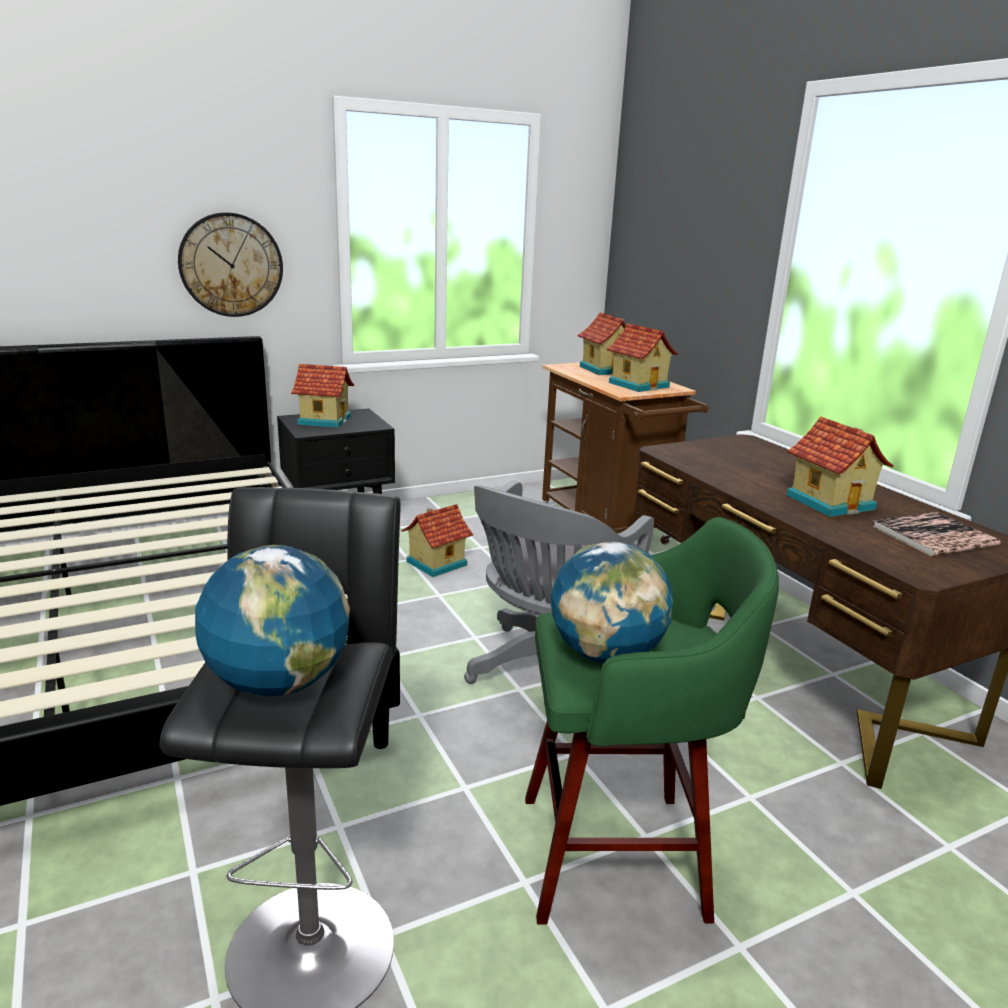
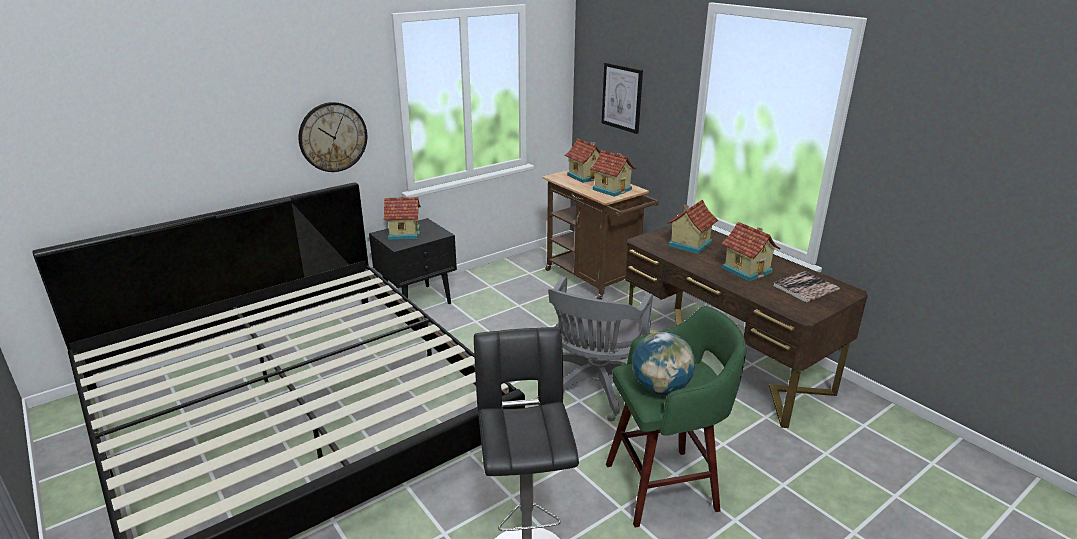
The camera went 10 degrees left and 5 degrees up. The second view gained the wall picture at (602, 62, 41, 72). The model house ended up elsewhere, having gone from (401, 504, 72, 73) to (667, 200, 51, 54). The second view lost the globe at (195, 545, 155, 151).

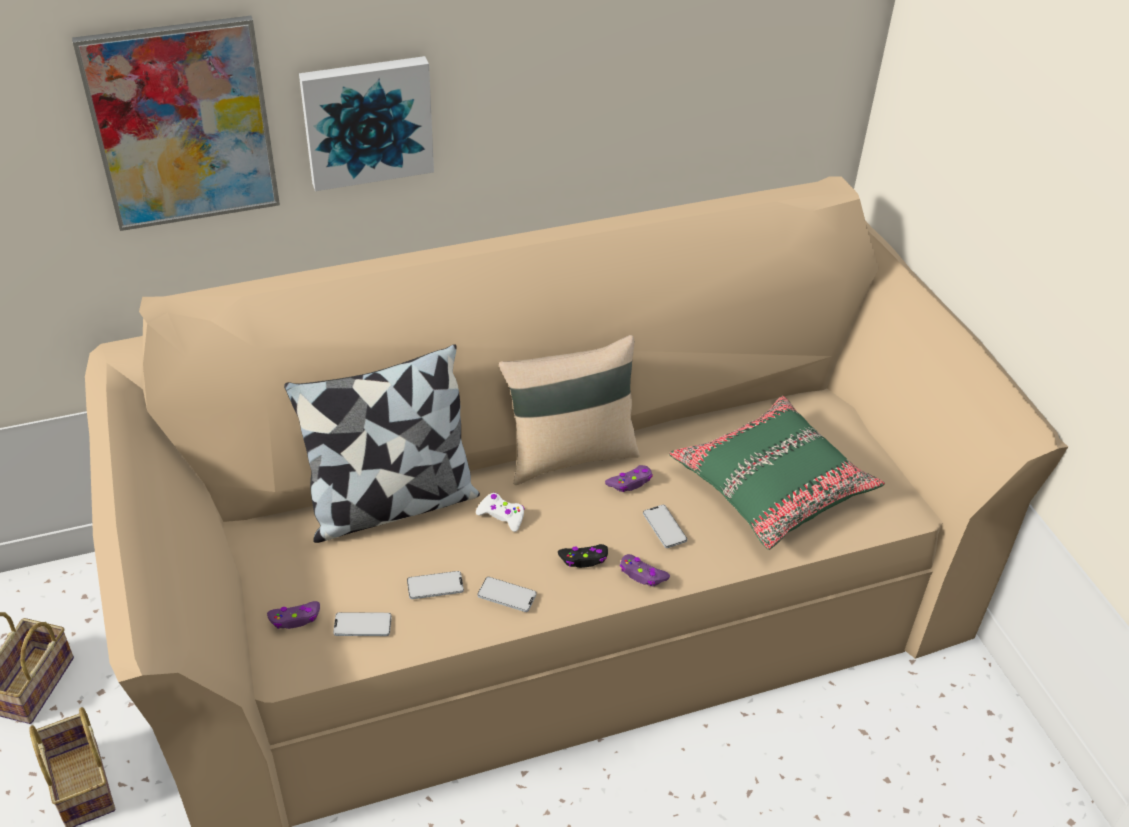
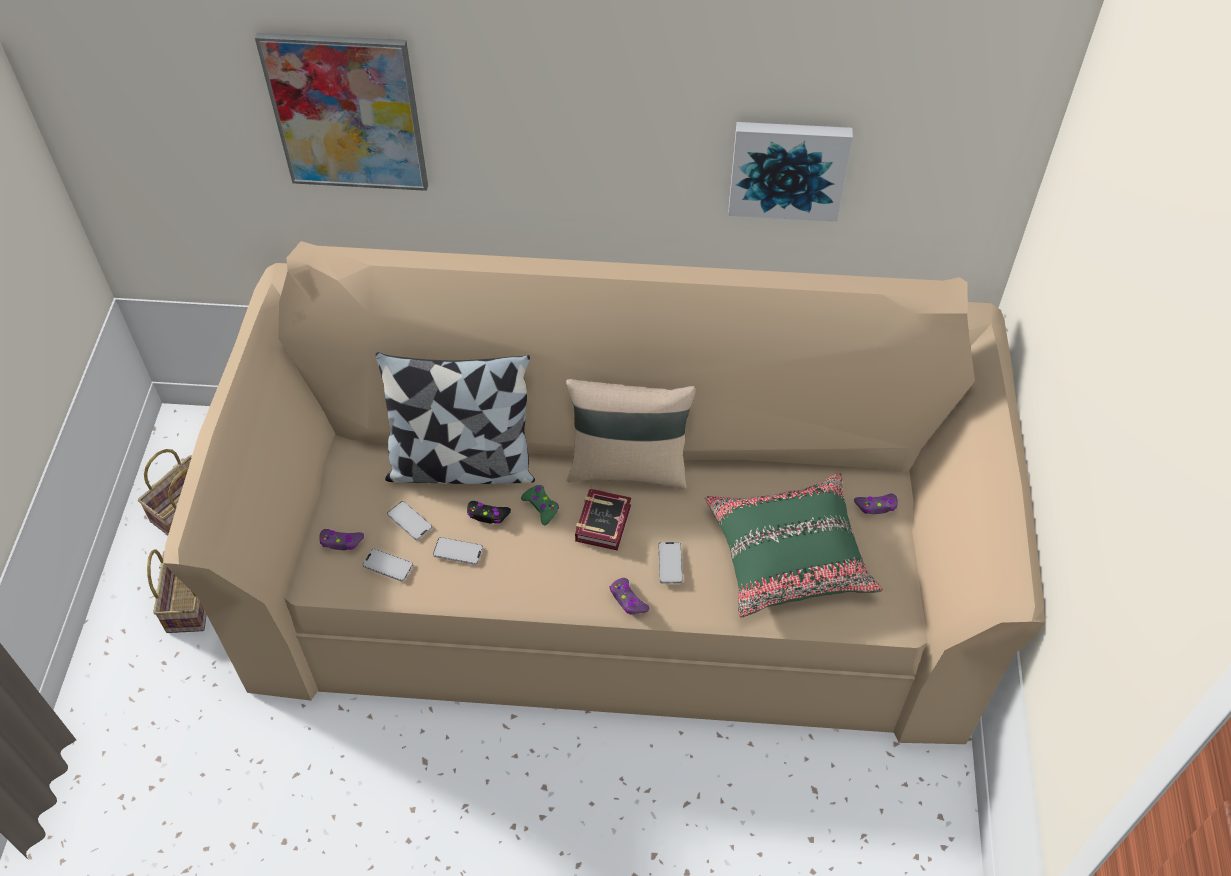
The camera went 25 degrees right and 10 degrees up. The telephone ended up elsewhere, having gone from (478, 577, 58, 35) to (387, 501, 45, 39). The black game controller ended up elsewhere, having gone from (558, 544, 50, 24) to (467, 501, 44, 23). What was the whitish game controller at (476, 493, 48, 39) turned into the greenish game controller at (521, 485, 38, 40). The second view gained the volume at (575, 489, 56, 62). The wall picture ended up elsewhere, having gone from (299, 56, 135, 135) to (728, 122, 125, 100). The purplish game controller ended up elsewhere, having gone from (605, 465, 48, 27) to (854, 493, 44, 21).

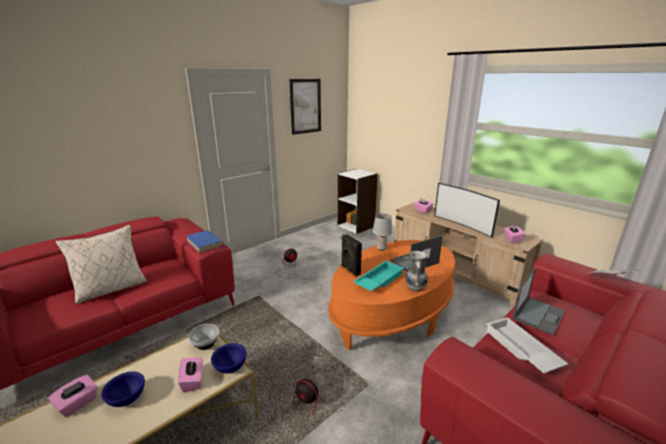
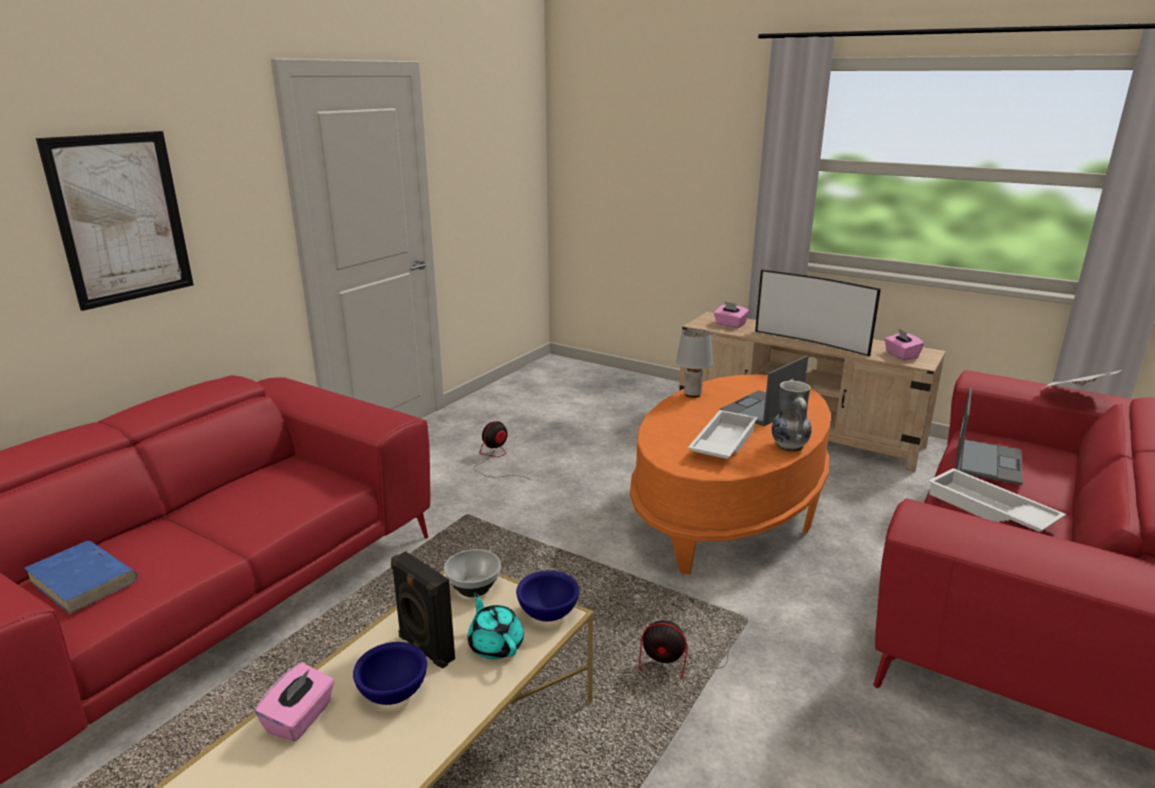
The camera went 15 degrees left and 0 degrees up. The blue volume ended up elsewhere, having gone from (186, 230, 38, 23) to (24, 541, 113, 73). The wall picture ended up elsewhere, having gone from (290, 79, 31, 56) to (36, 131, 158, 180). The black loudspeaker ended up elsewhere, having gone from (341, 234, 21, 43) to (391, 551, 64, 118). Where the pink-coloured box of tissues stood at (178, 357, 25, 36), the turquoise-coloured tea pot came to stand at (468, 592, 56, 67). What was the turquoise-coloured serving tray at (353, 261, 51, 30) turned into the whitish serving tray at (688, 410, 70, 49). The second view lost the beige-coloured throw pillow at (56, 225, 91, 79). The second view lost the whitish shelving unit at (338, 169, 40, 65).

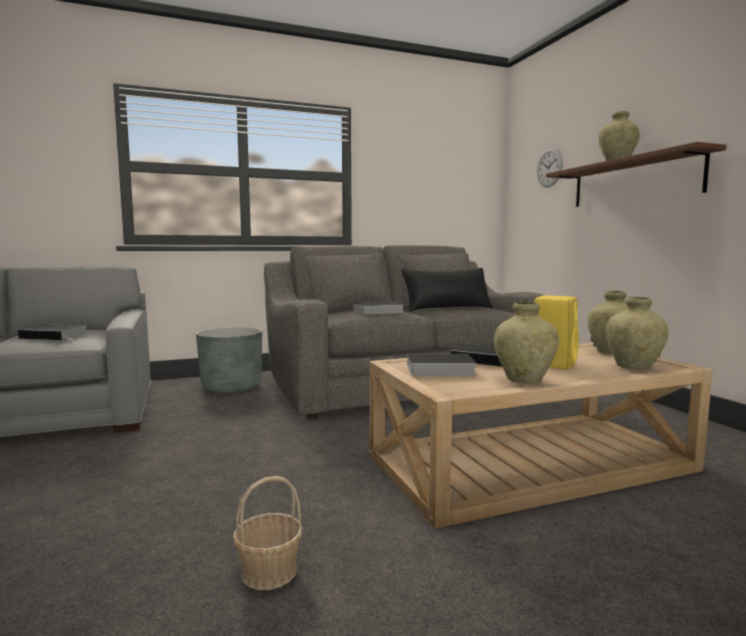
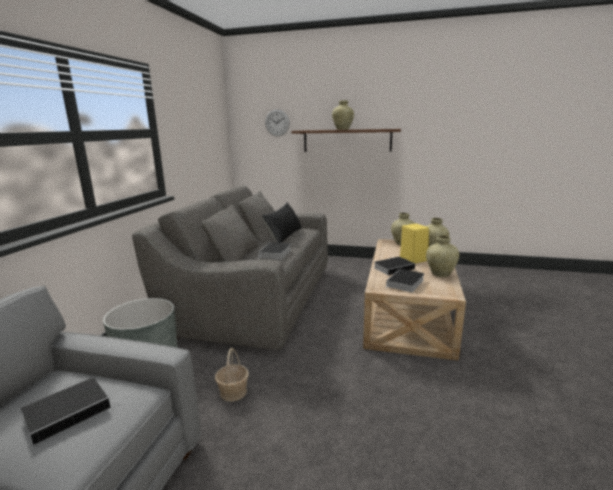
The camera went 55 degrees left and 10 degrees up. The storage basket ended up elsewhere, having gone from (233, 476, 70, 114) to (215, 348, 34, 54).

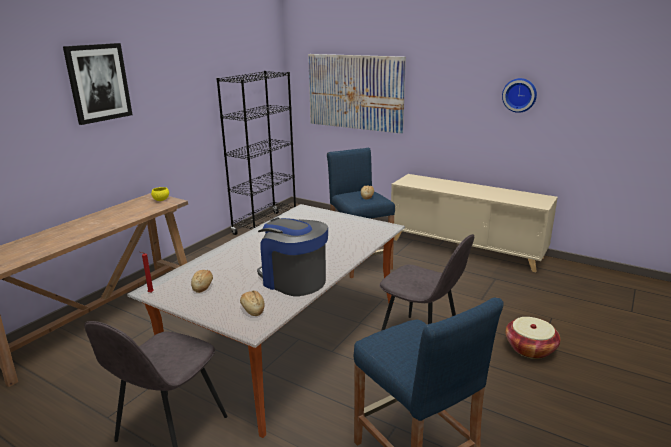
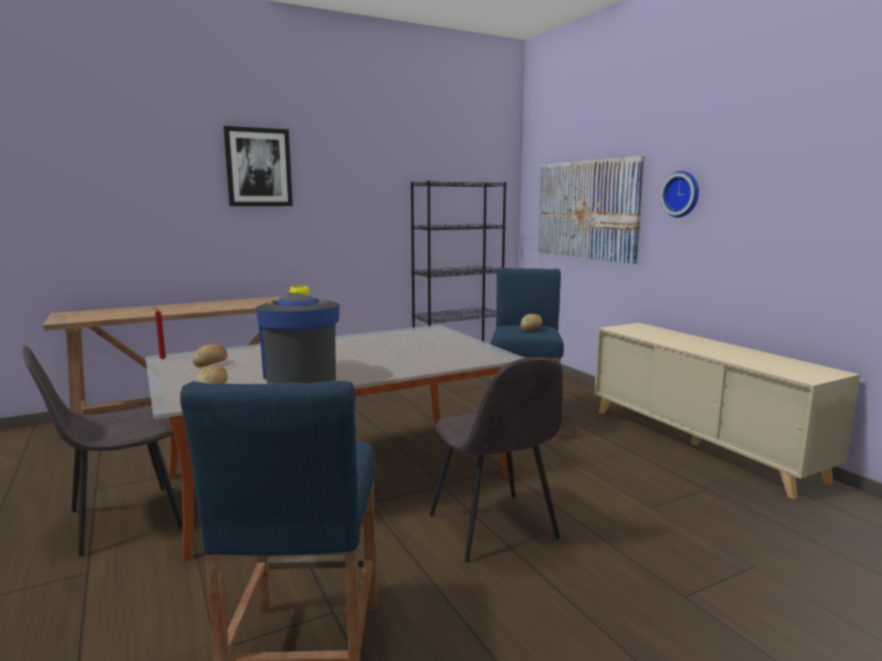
The camera went 30 degrees right and 10 degrees down. The hanging clock ended up elsewhere, having gone from (502, 78, 35, 35) to (660, 171, 39, 47). The second view lost the storage basket at (505, 317, 55, 42).

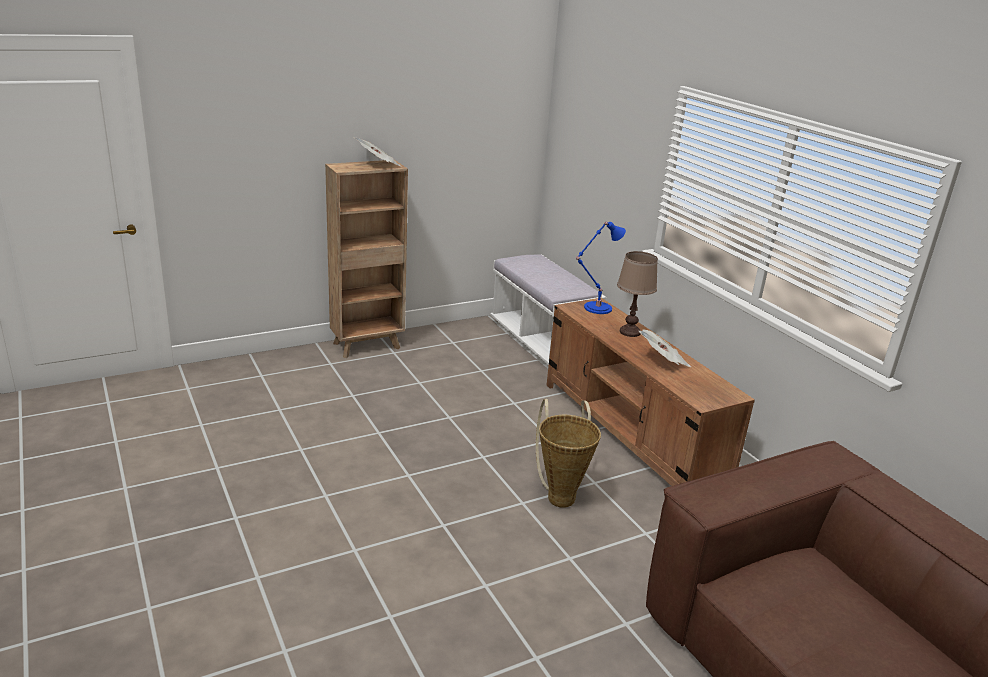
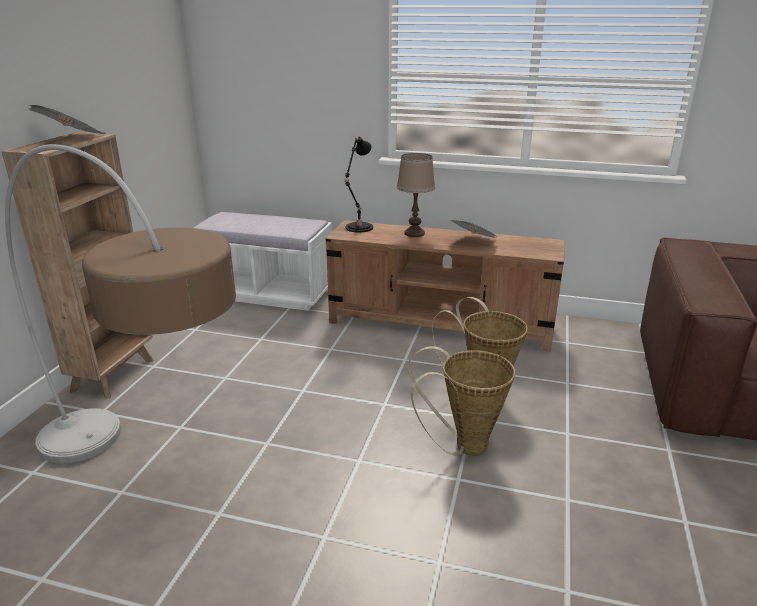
The camera went 45 degrees left and 0 degrees up. The second view gained the standard lamp at (5, 144, 231, 320). What was the blue lamp for a table at (576, 221, 50, 93) turned into the black lamp for a table at (344, 137, 29, 96). The second view gained the storage basket at (407, 346, 108, 110).

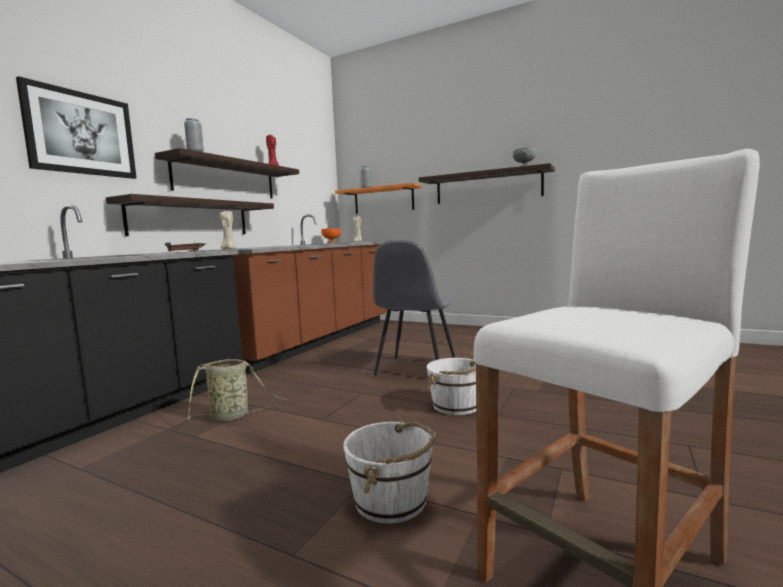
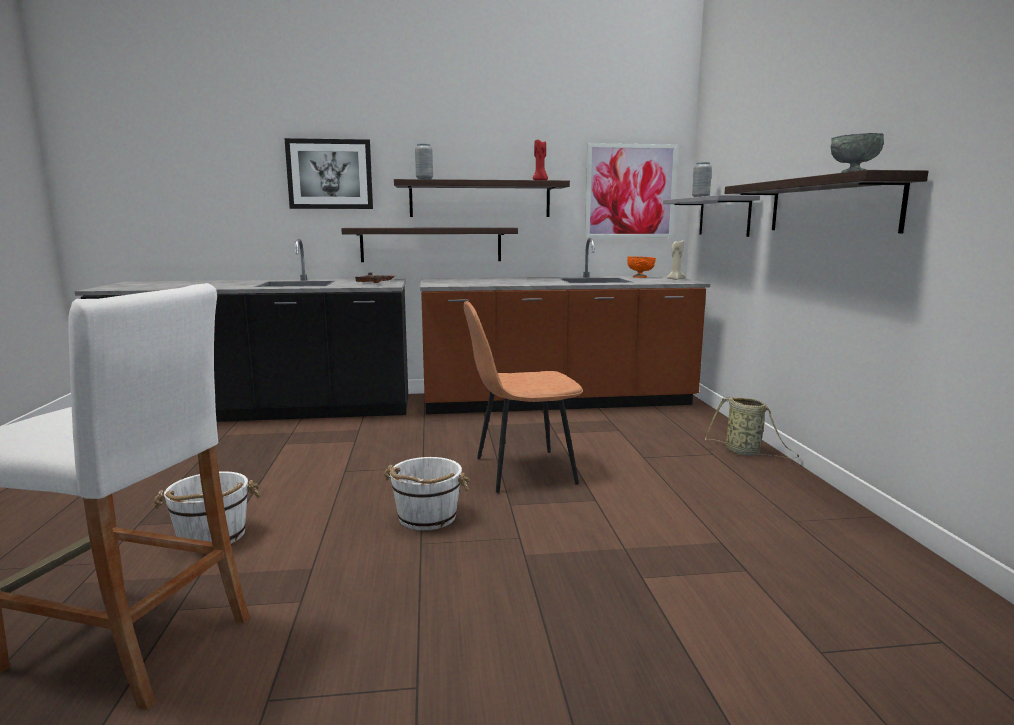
The camera went 55 degrees right and 5 degrees up. What was the grey upright chair at (373, 240, 83, 136) turned into the brown upright chair at (463, 301, 120, 192). The second view gained the wall picture at (585, 143, 93, 95). What was the orangey shelf at (335, 183, 87, 31) turned into the grey shelf at (663, 195, 97, 42). The storage basket ended up elsewhere, having gone from (186, 359, 101, 63) to (705, 397, 94, 61). The second view lost the beige-coloured wax candle at (220, 211, 17, 38).

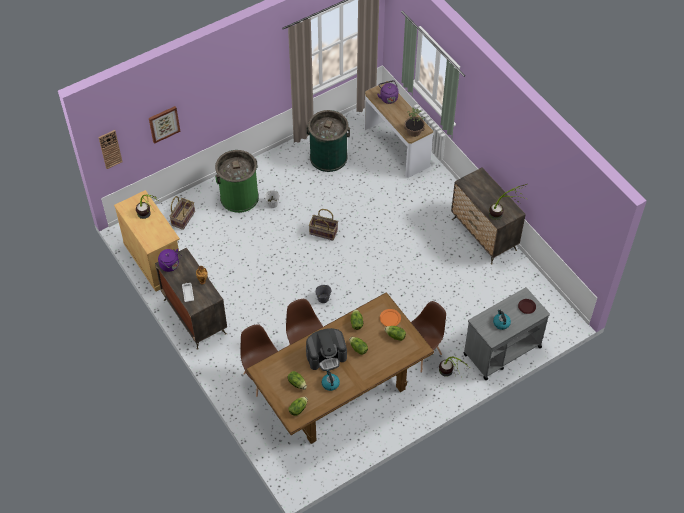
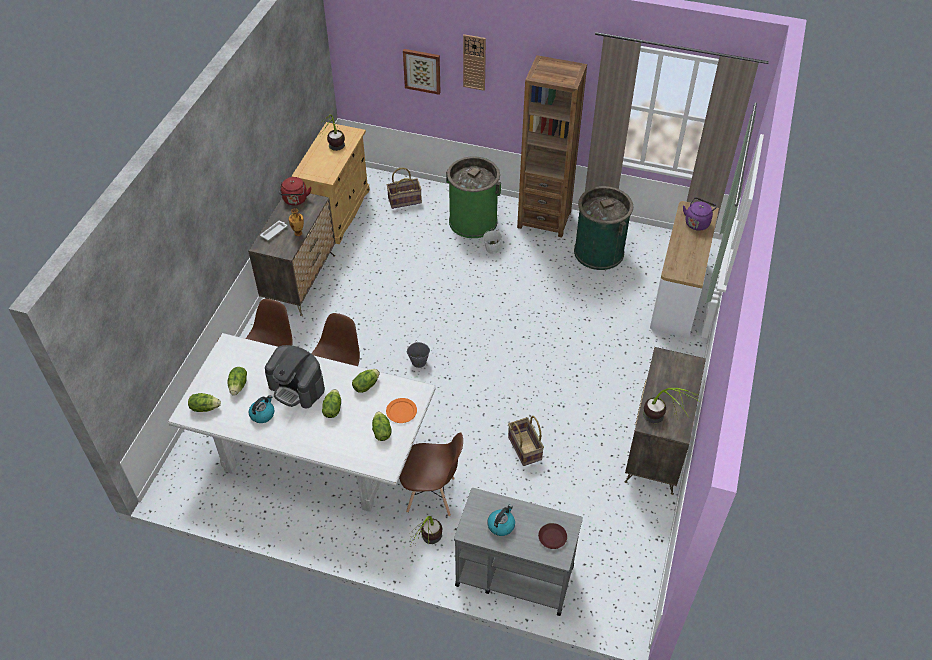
The camera went 50 degrees right and 5 degrees down. What was the brown dining table at (246, 292, 188, 152) turned into the whitish dining table at (168, 333, 268, 179). What was the purplish tea kettle at (158, 249, 24, 23) turned into the reddish tea kettle at (279, 177, 32, 28). The hanging clock ended up elsewhere, having gone from (98, 130, 24, 39) to (463, 34, 23, 57). The storage basket ended up elsewhere, having gone from (309, 209, 29, 31) to (508, 416, 36, 50). The second view gained the brown shelving unit at (517, 55, 70, 182). The second view lost the plant in a pot at (404, 108, 21, 29).

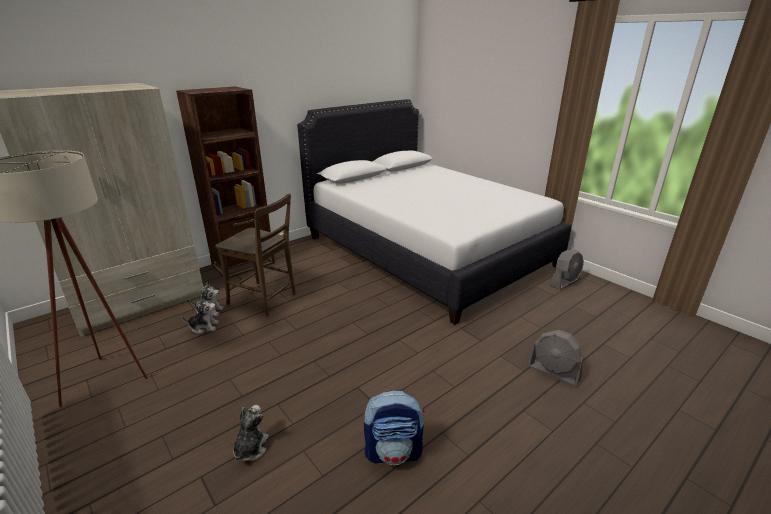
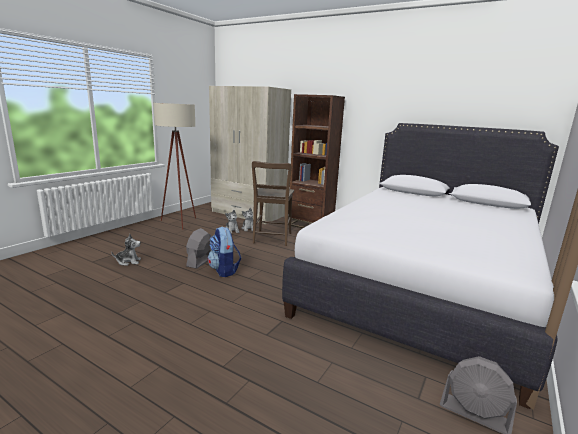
The camera went 70 degrees right and 10 degrees down. The grey fan ended up elsewhere, having gone from (528, 330, 54, 56) to (186, 228, 26, 41). The backpack ended up elsewhere, having gone from (364, 390, 61, 75) to (208, 227, 33, 50).

